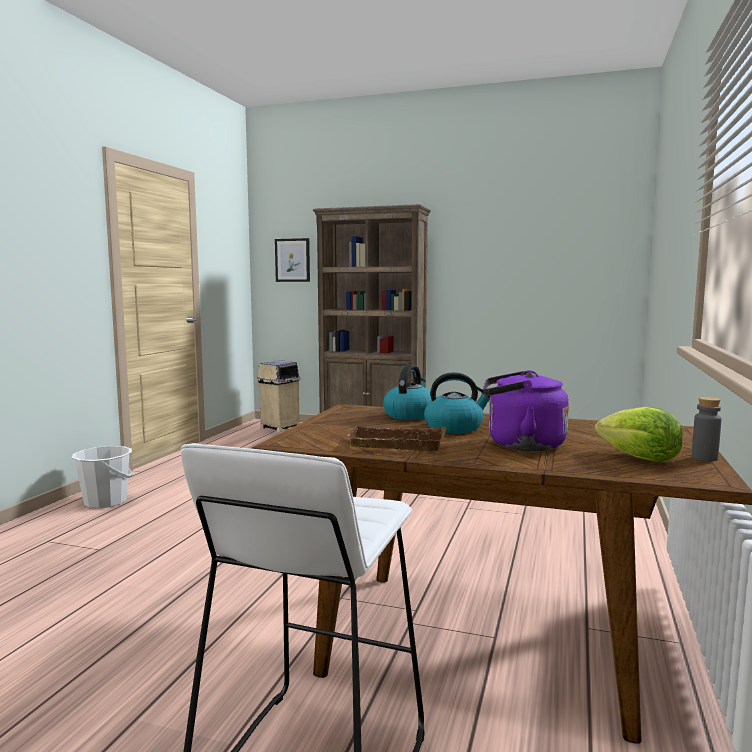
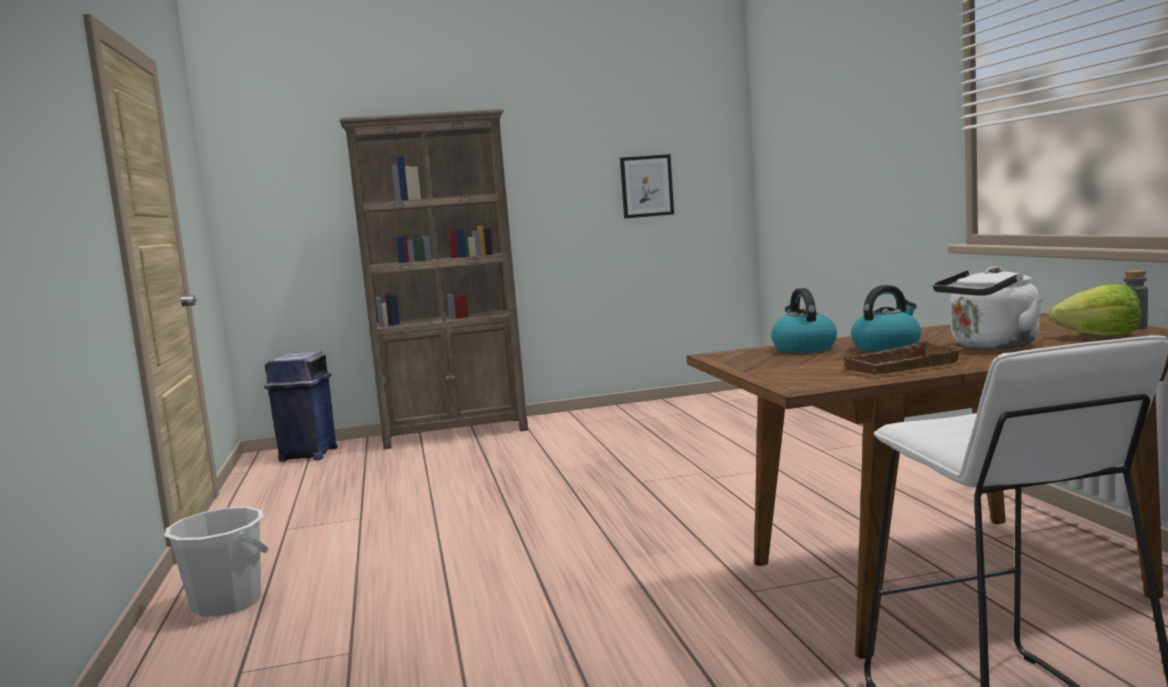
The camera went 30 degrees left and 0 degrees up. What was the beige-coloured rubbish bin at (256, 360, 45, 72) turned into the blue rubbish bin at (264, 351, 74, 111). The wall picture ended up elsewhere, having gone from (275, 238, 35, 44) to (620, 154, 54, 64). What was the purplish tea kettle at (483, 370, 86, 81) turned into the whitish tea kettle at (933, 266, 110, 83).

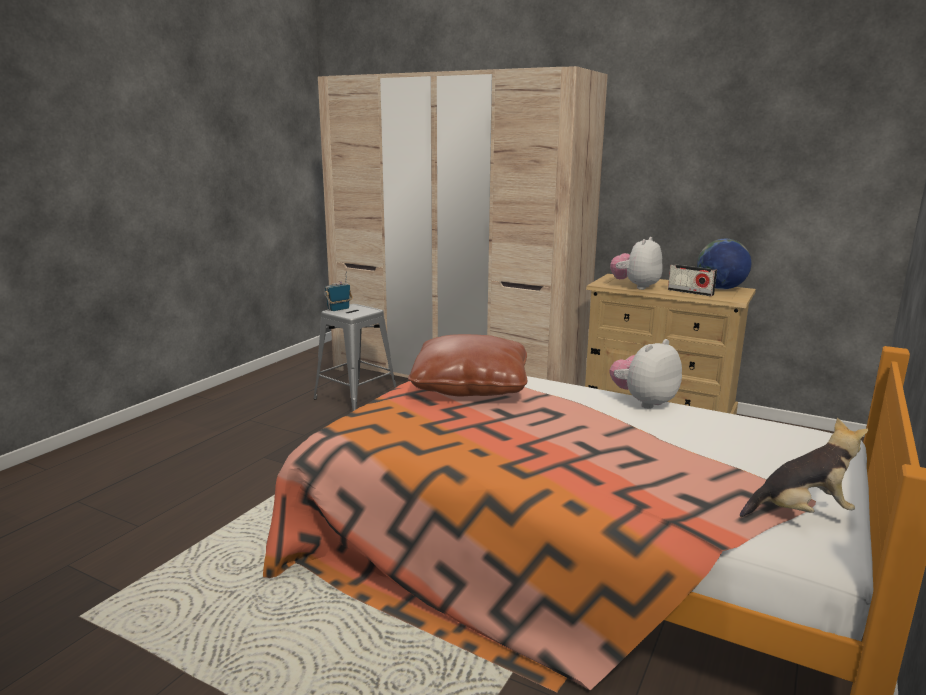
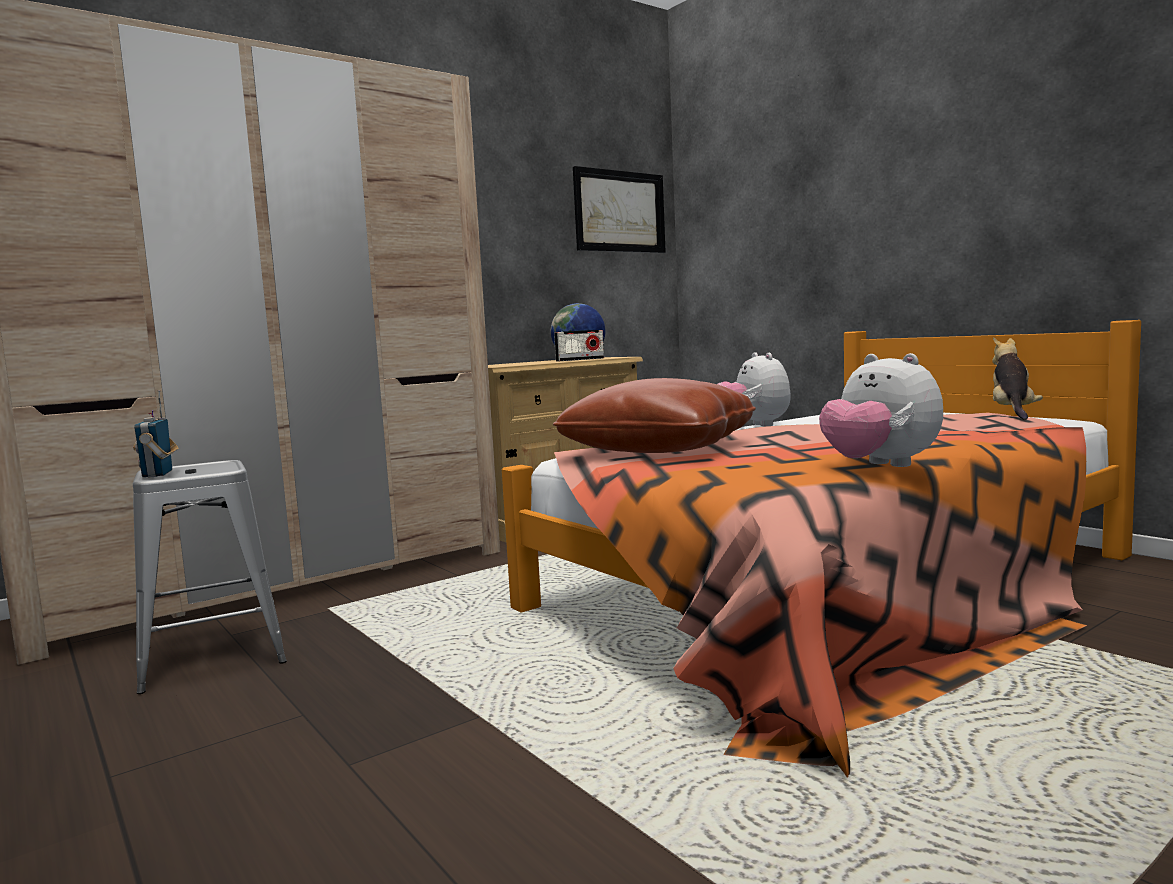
The camera went 65 degrees left and 10 degrees down. The second view gained the wall picture at (573, 166, 93, 87). The soft toy ended up elsewhere, having gone from (610, 237, 53, 53) to (819, 353, 124, 114).

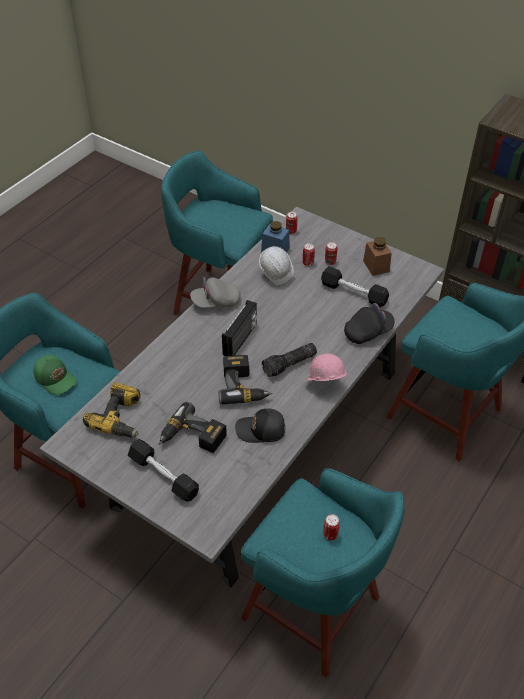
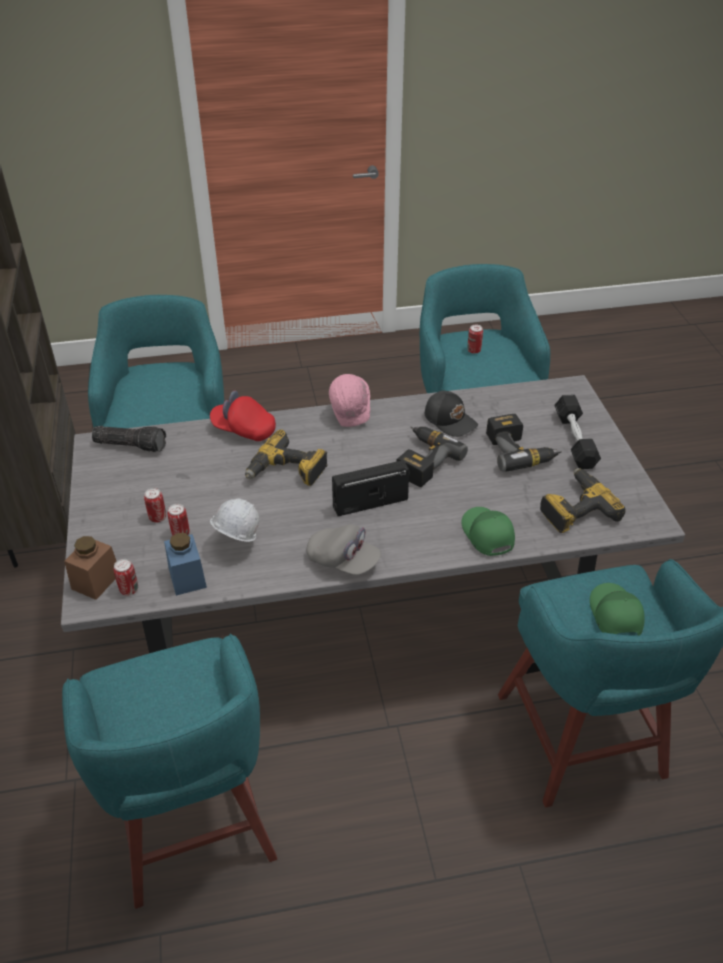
The camera went 135 degrees left and 5 degrees down. The brown jar ended up elsewhere, having gone from (363, 237, 29, 39) to (64, 536, 53, 64). The hand torch ended up elsewhere, having gone from (262, 343, 55, 34) to (92, 426, 74, 26). What was the black peaked cap at (344, 303, 51, 41) turned into the reddish peaked cap at (210, 390, 66, 51). The second view gained the electric drill at (245, 429, 83, 57). The second view gained the greenish peaked cap at (462, 507, 53, 49). The second view lost the black hand weight at (321, 266, 68, 41).

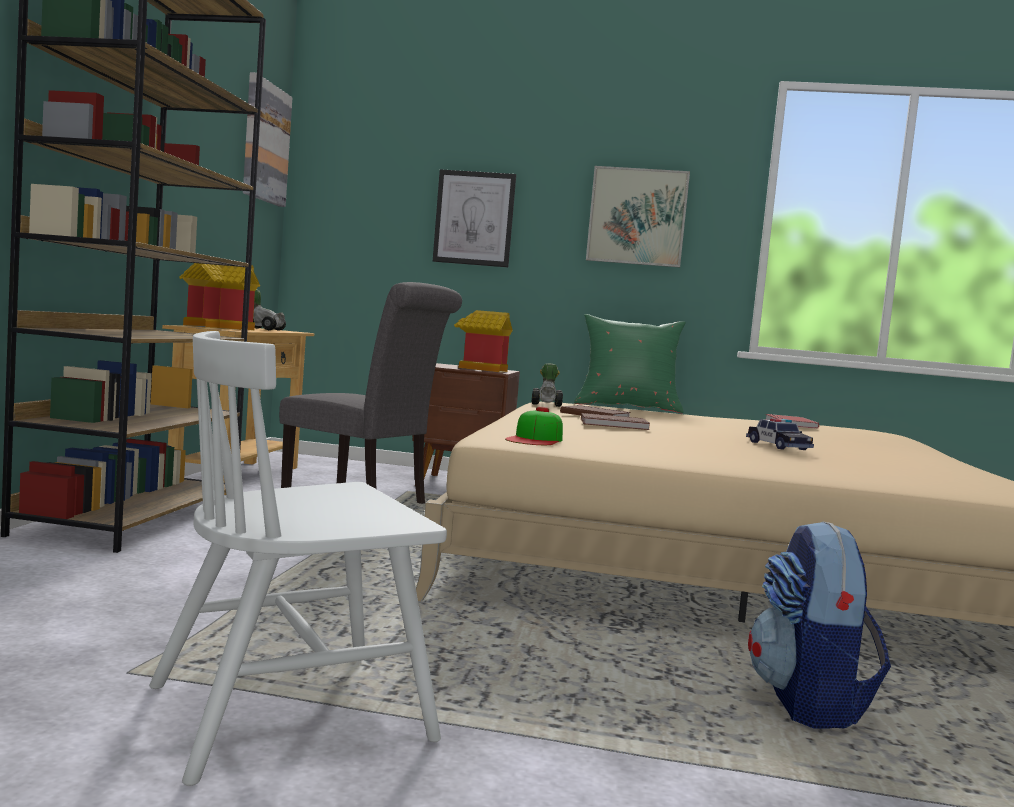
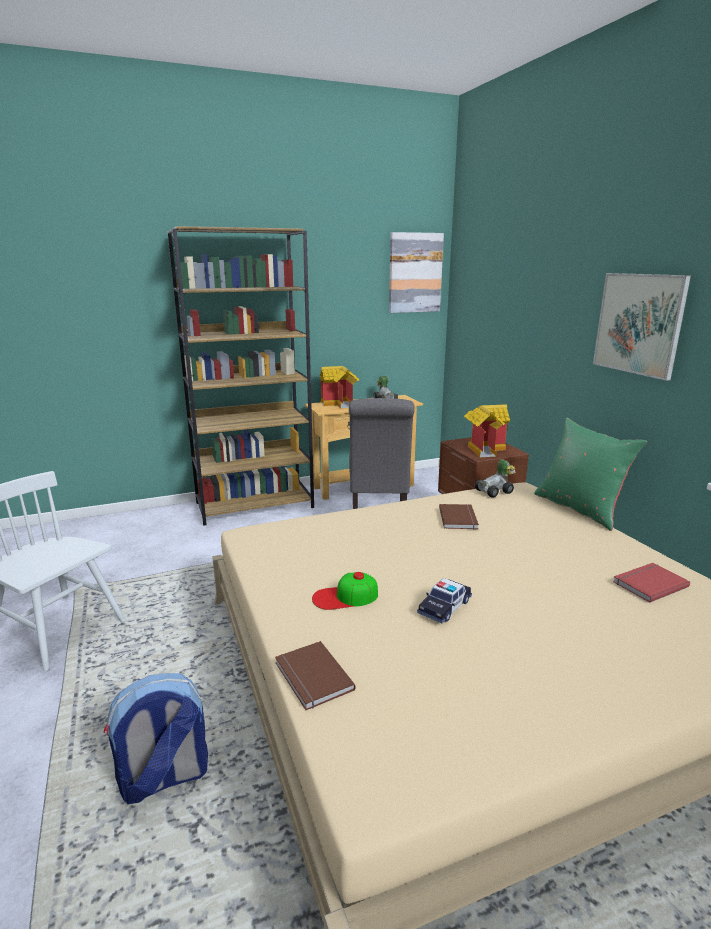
The camera went 60 degrees right and 15 degrees up. The brown volume ended up elsewhere, having gone from (581, 413, 69, 17) to (275, 641, 80, 69). The peaked cap ended up elsewhere, having gone from (505, 407, 58, 38) to (312, 572, 66, 38). The second view lost the wall picture at (433, 169, 83, 98).

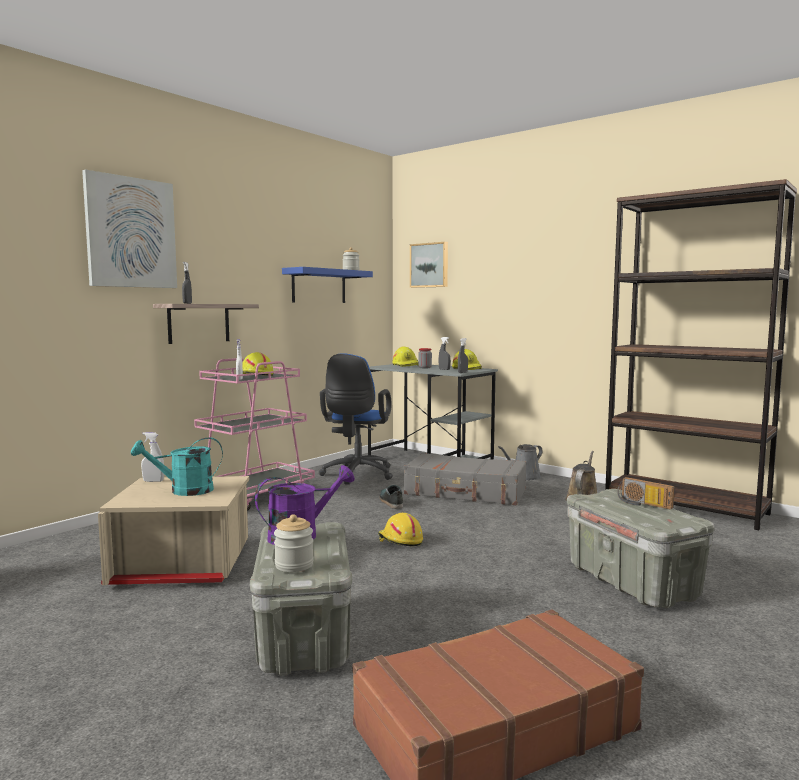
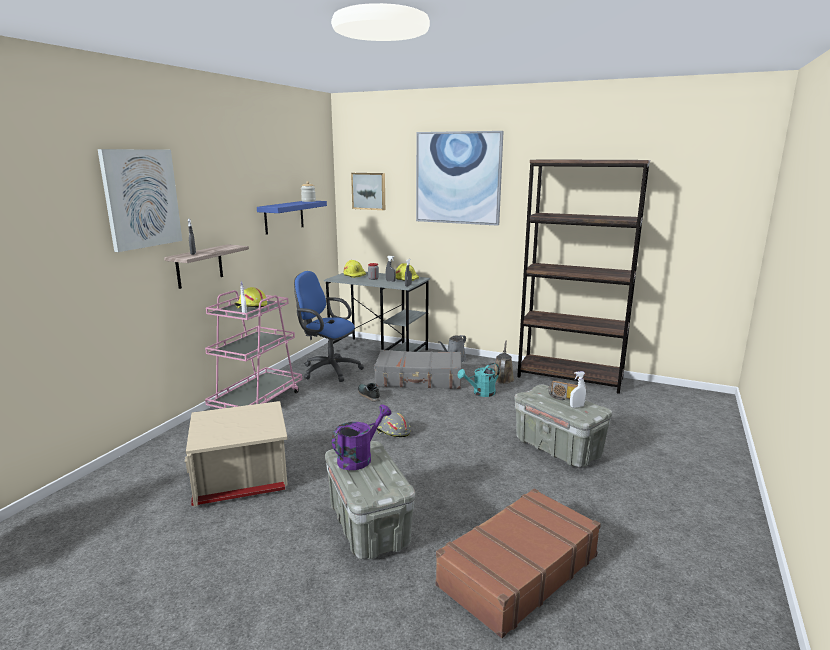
The camera went 15 degrees left and 10 degrees up. The blue office chair at (319, 353, 74, 132) ended up facing another way, 120 degrees clockwise from before. What was the yellowish safety helmet at (378, 513, 45, 33) turned into the grey safety helmet at (377, 412, 34, 25). The second view gained the wall picture at (416, 131, 88, 95). The turquoise-coloured watering can ended up elsewhere, having gone from (131, 437, 92, 59) to (457, 363, 43, 34). The whitish sprayer ended up elsewhere, having gone from (141, 432, 23, 50) to (570, 371, 16, 37). The second view lost the jar at (274, 514, 40, 58).

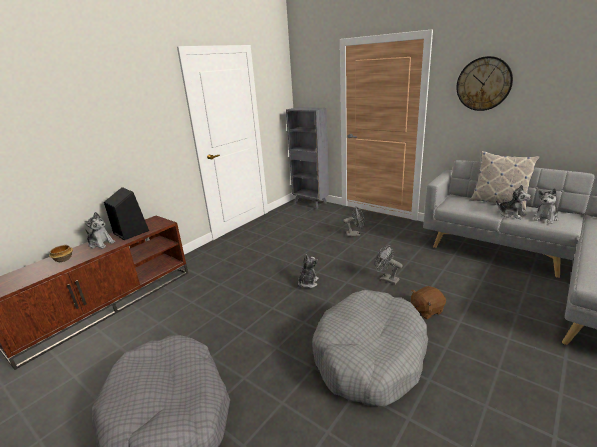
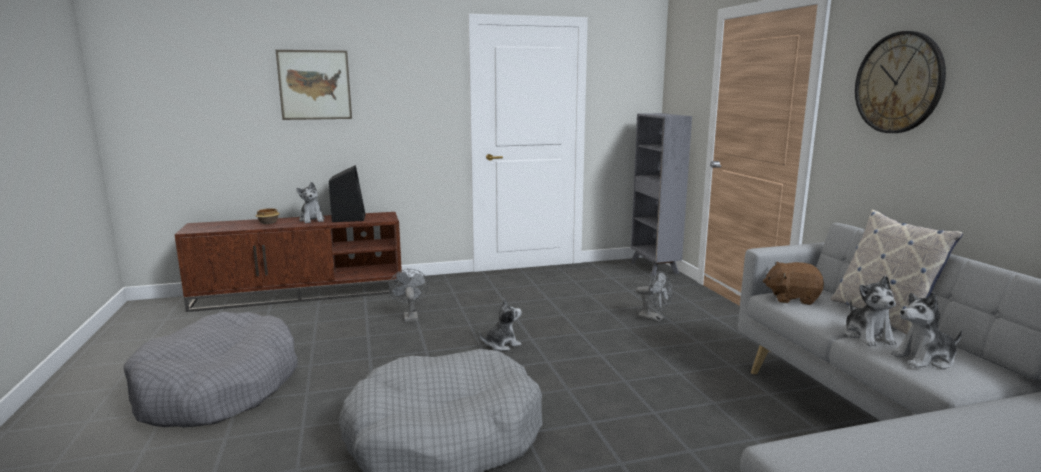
The camera went 35 degrees right and 10 degrees down. The second view gained the wall picture at (276, 50, 76, 70). The grey fan ended up elsewhere, having gone from (375, 245, 28, 40) to (389, 269, 39, 53). The brown soft toy ended up elsewhere, having gone from (411, 286, 35, 33) to (763, 262, 61, 43).

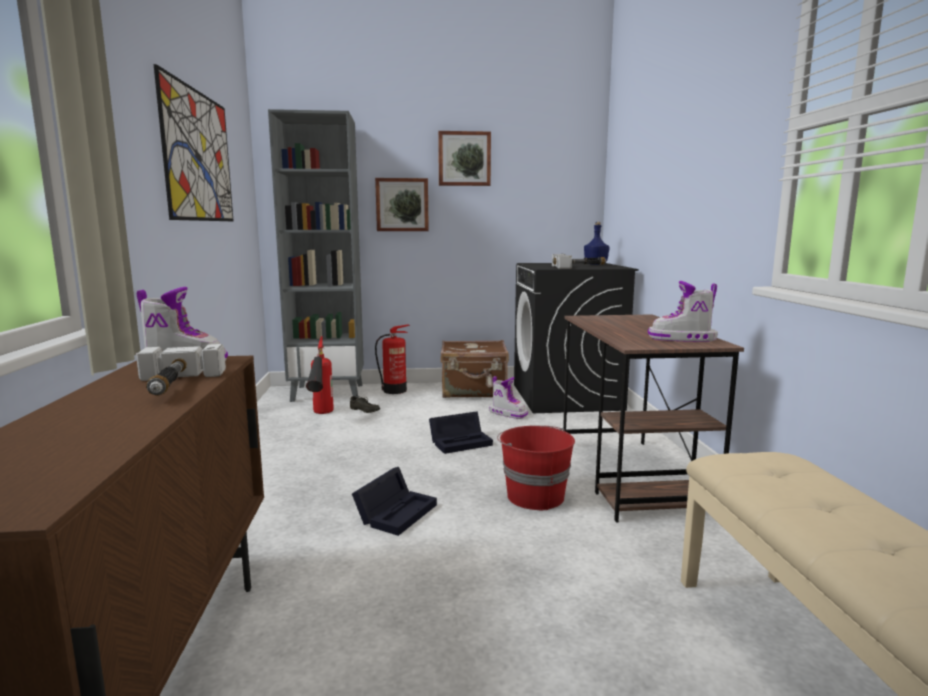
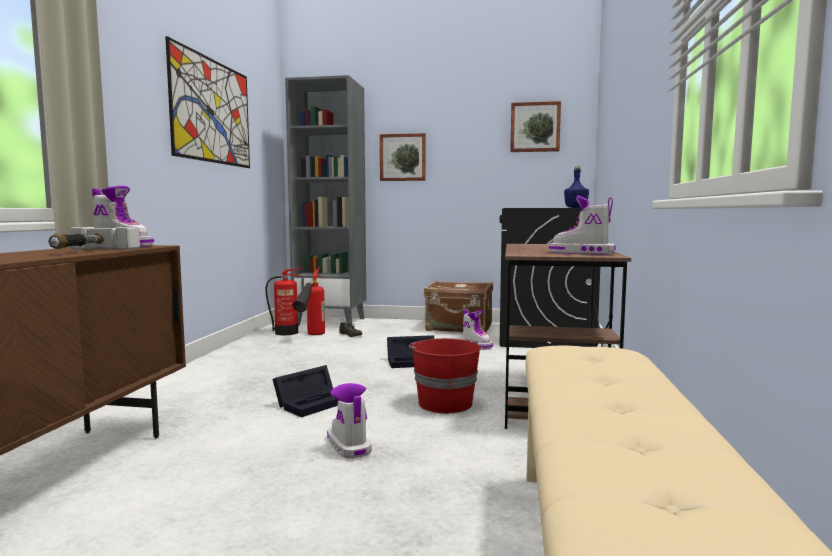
The camera went 15 degrees right and 5 degrees down. The fire-fighting cylinder ended up elsewhere, having gone from (375, 325, 35, 69) to (265, 268, 36, 67). The second view gained the boot at (327, 383, 44, 76). The wall picture ended up elsewhere, having gone from (438, 131, 53, 55) to (510, 101, 51, 51). The second view lost the hammer at (552, 254, 54, 15).

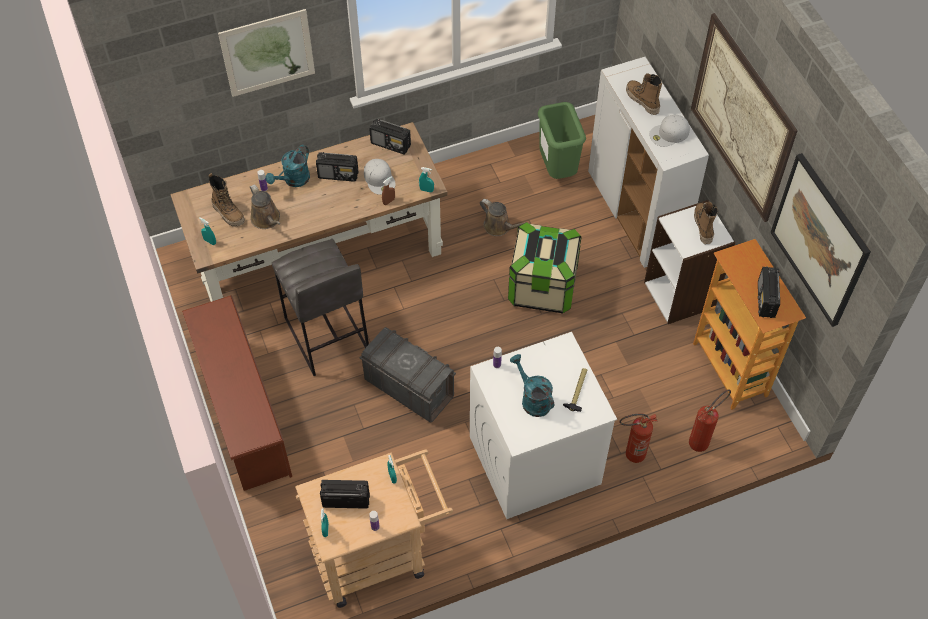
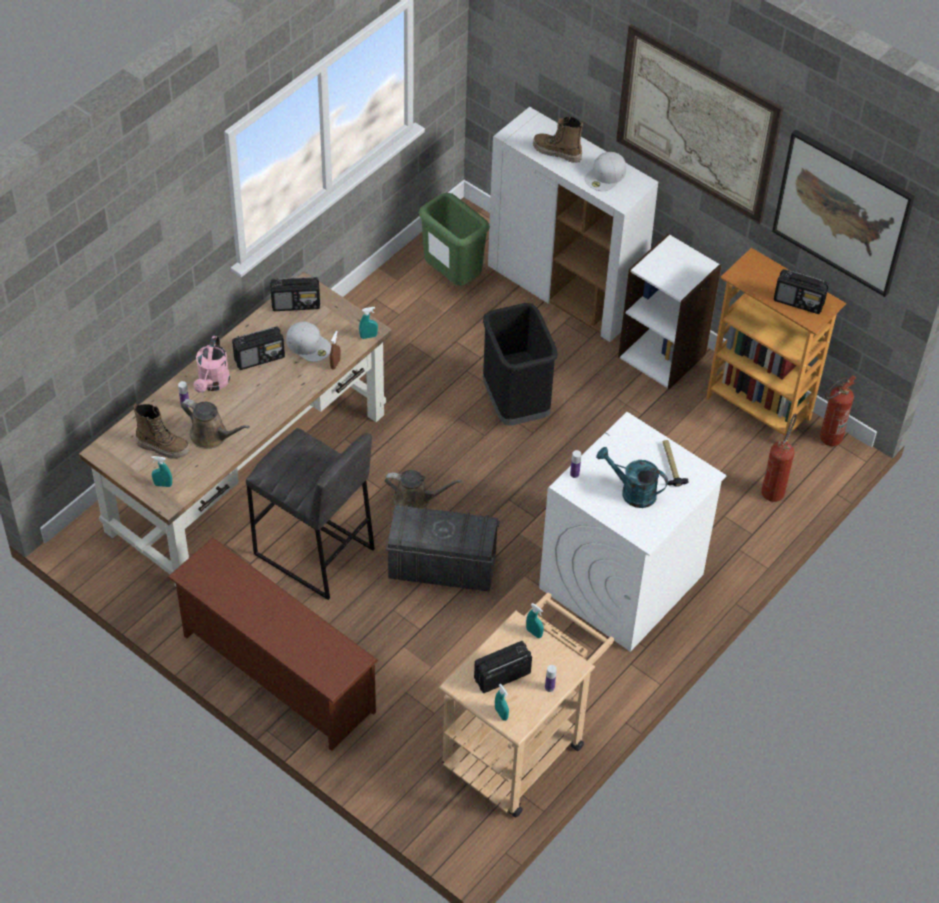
The camera went 30 degrees left and 5 degrees down. What was the turquoise-coloured watering can at (266, 145, 44, 42) turned into the pink-coloured watering can at (193, 336, 37, 57). The brown watering can ended up elsewhere, having gone from (480, 199, 46, 37) to (385, 470, 77, 39). Where the storage container stood at (508, 222, 74, 92), the black rubbish bin came to stand at (483, 303, 75, 123). The radio receiver at (758, 266, 22, 52) ended up facing another way, 45 degrees counterclockwise from before. The fire-fighting cylinder ended up elsewhere, having gone from (619, 413, 39, 50) to (820, 375, 36, 71). The second view lost the wall picture at (218, 9, 97, 88). The second view lost the boot at (694, 201, 24, 43).

